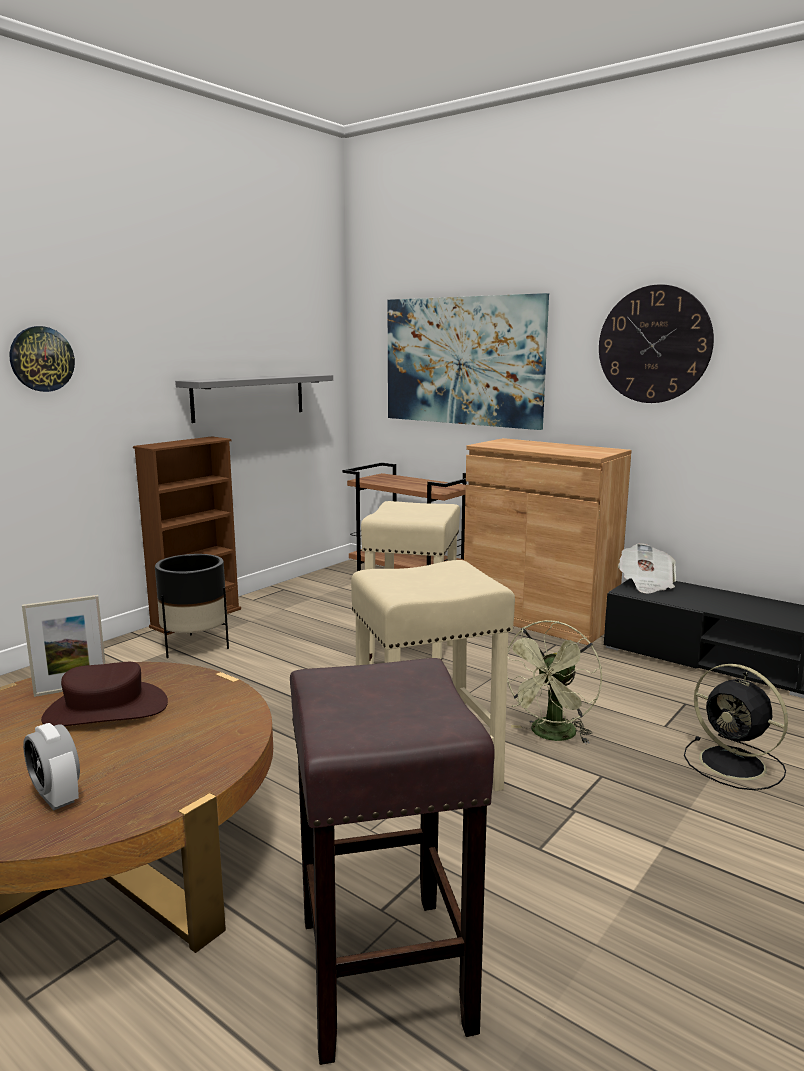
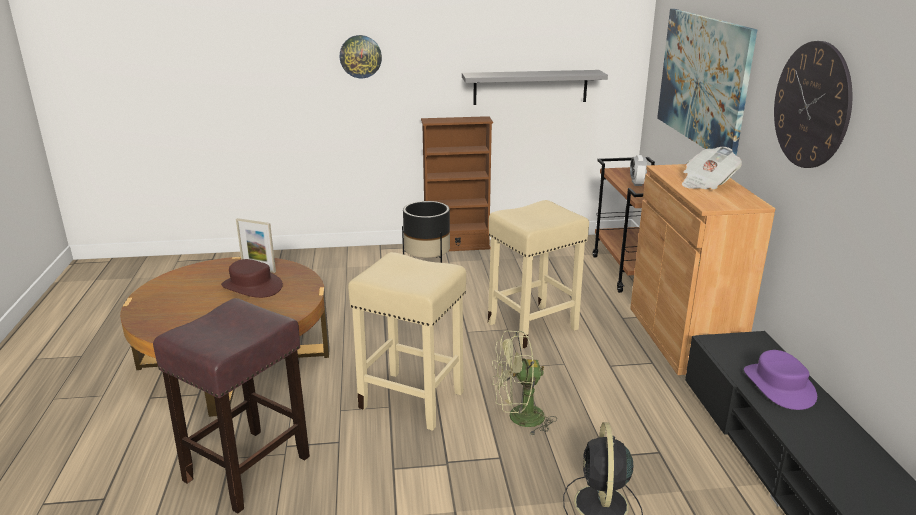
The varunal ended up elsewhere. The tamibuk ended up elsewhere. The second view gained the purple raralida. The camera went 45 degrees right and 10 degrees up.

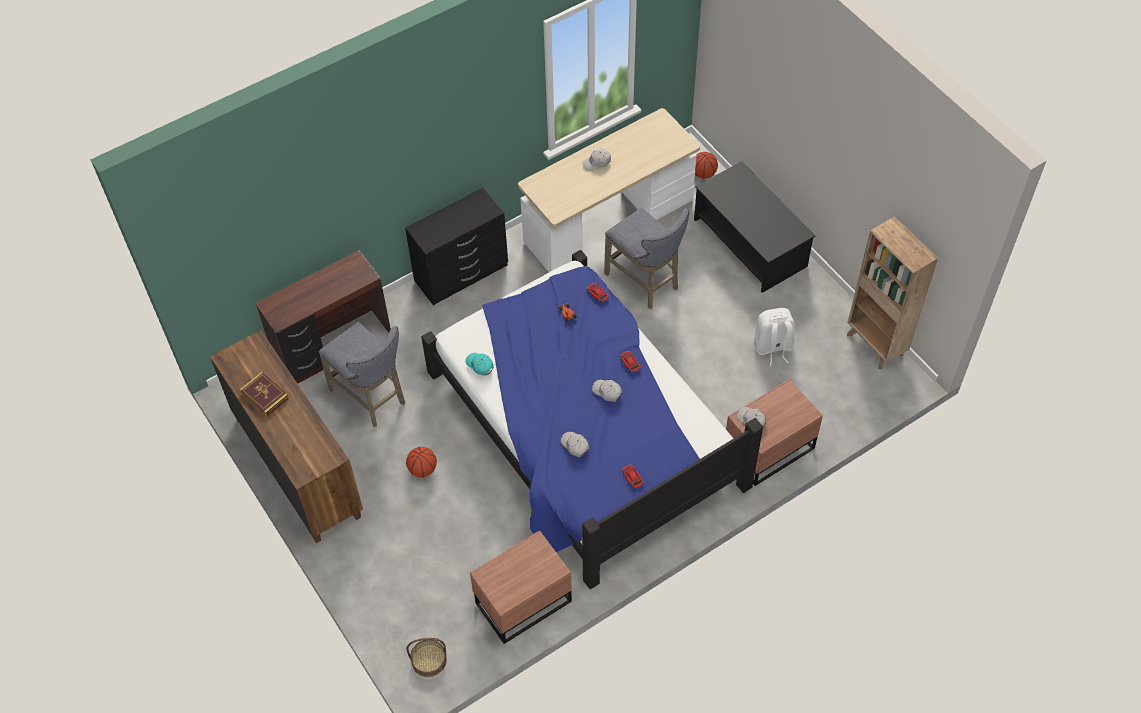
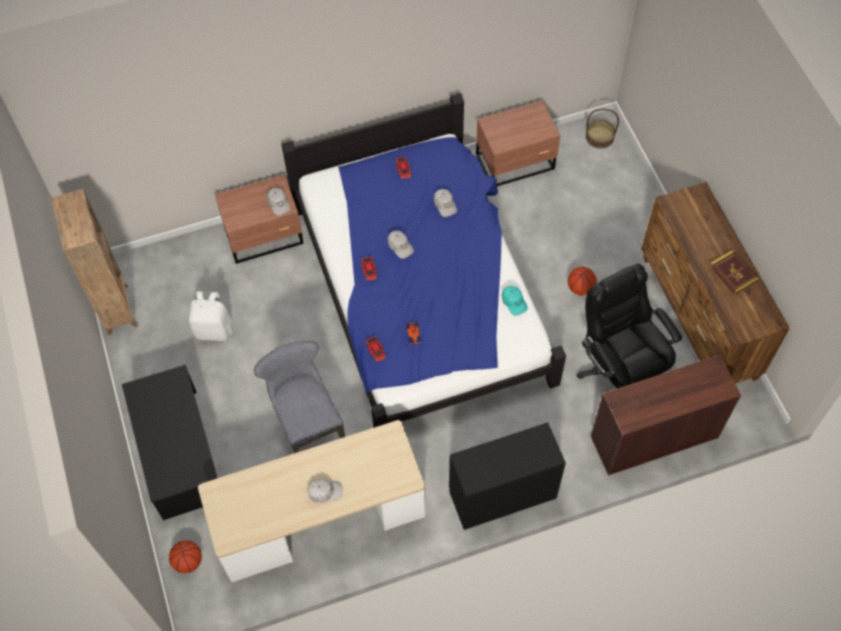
Where the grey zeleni (no. 1 from left) stood, the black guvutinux came to stand. The camera went 165 degrees left and 5 degrees up.

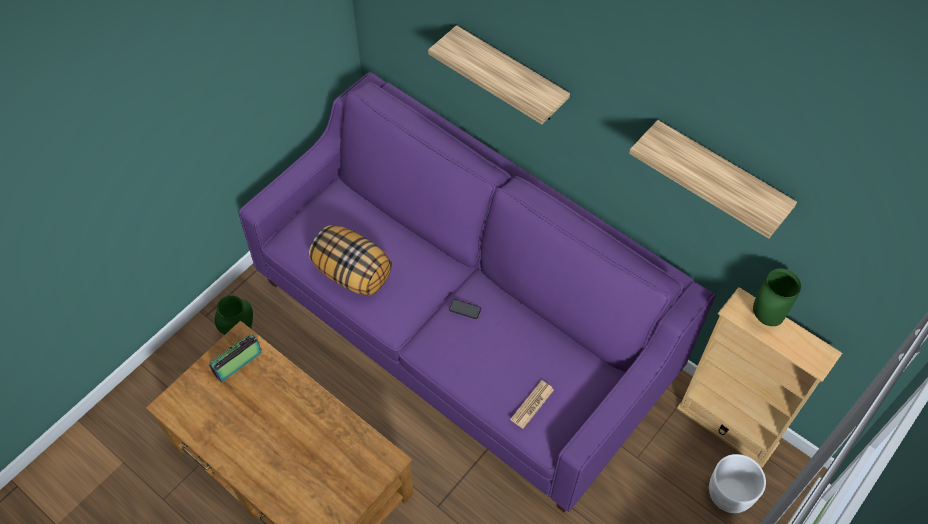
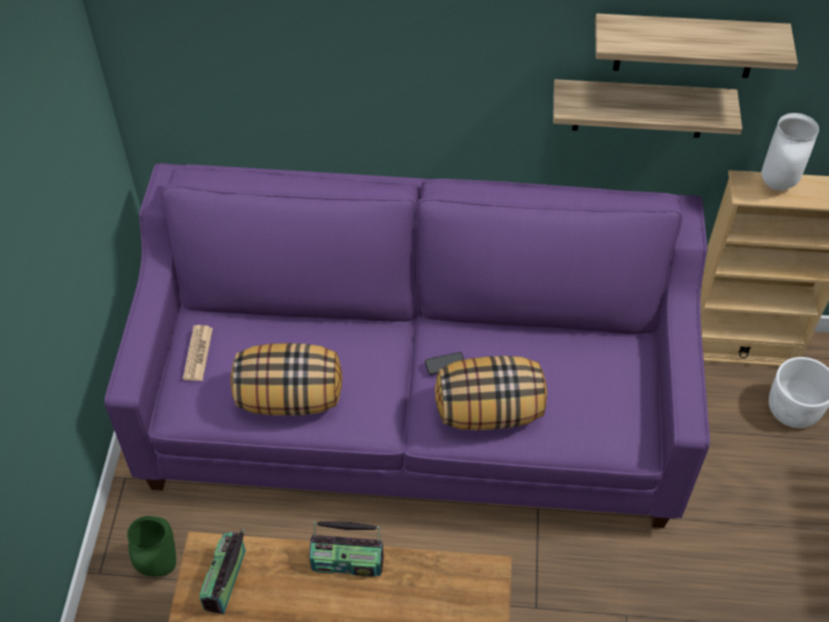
The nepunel (no. 1 from left) ended up elsewhere. The tamibuk ended up elsewhere. What was the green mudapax (no. 2 from left) turned into the white mudapax. The second view gained the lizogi (no. 2 from left). The second view gained the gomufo (no. 2 from left). The camera went 35 degrees left and 5 degrees down.

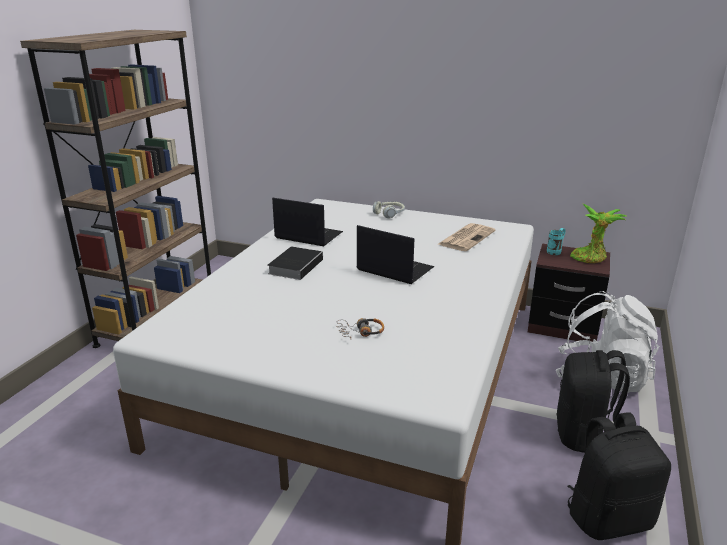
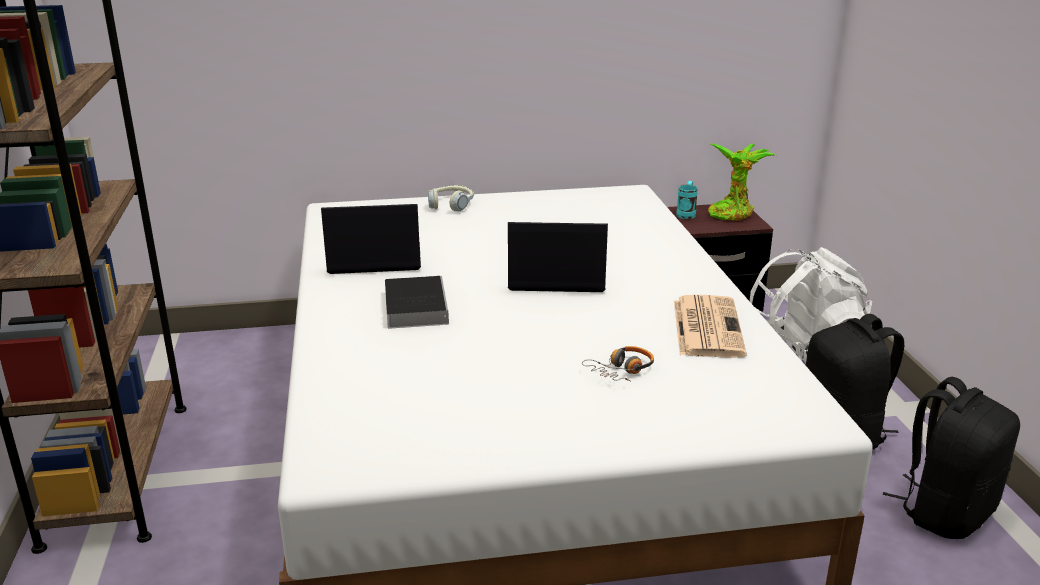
The tamibuk ended up elsewhere. The camera went 30 degrees left and 0 degrees up.

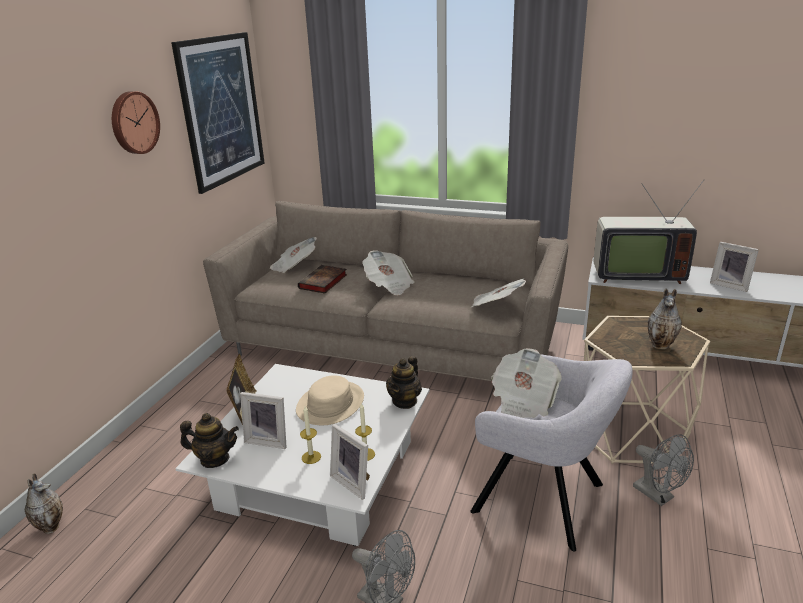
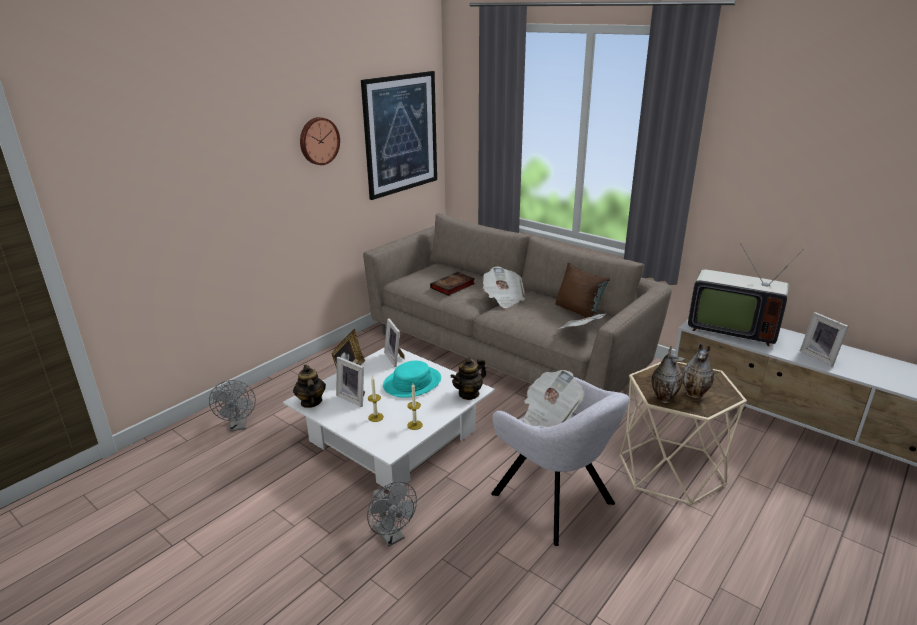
The mudapax (no. 1 from left) ended up elsewhere. The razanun (no. 1 from left) ended up facing another way, 135 degrees counterclockwise from before. The second view lost the tamibuk (no. 1 from left). What was the beige raralida turned into the turquoise raralida. The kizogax (no. 3 from left) ended up elsewhere. The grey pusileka (no. 2 from left in the first image) ended up elsewhere. The second view gained the brown gomufo. The camera went 20 degrees right and 0 degrees up.

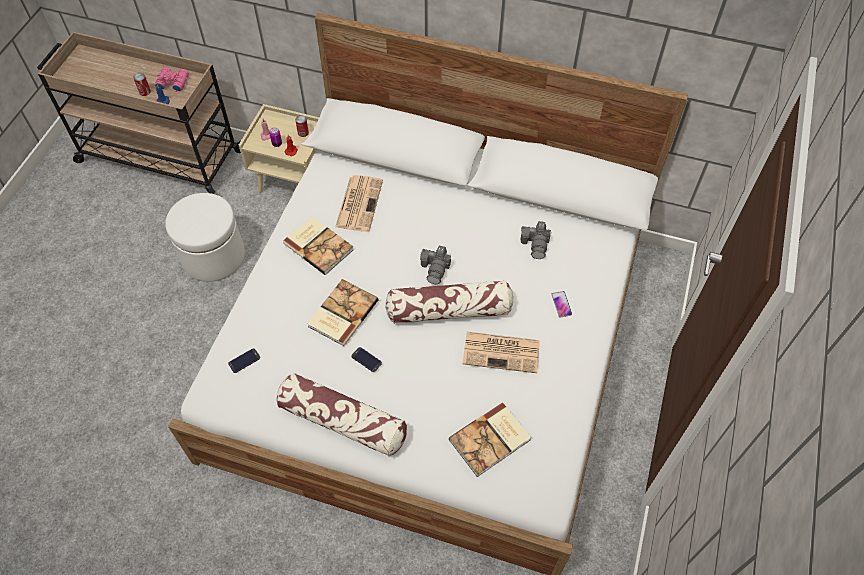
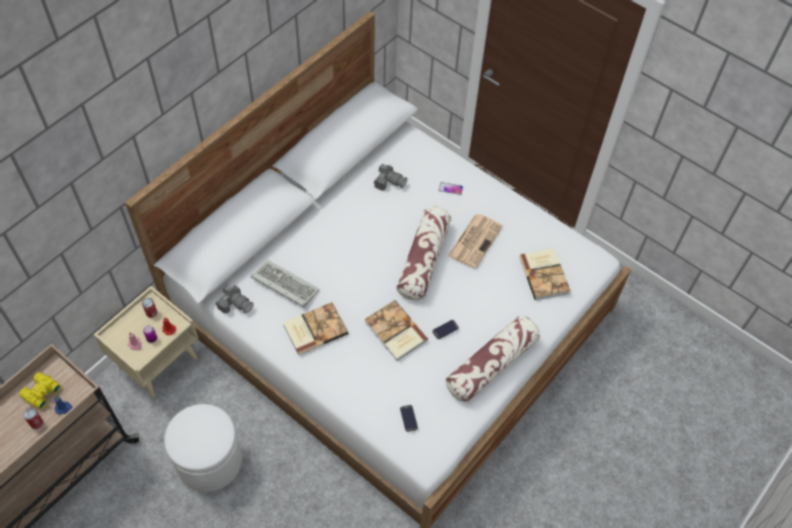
What was the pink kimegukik turned into the yellow kimegukik. Where the tamibuk (no. 1 from left) stood, the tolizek came to stand. The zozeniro (no. 1 from left) ended up elsewhere. The camera went 70 degrees left and 0 degrees up.

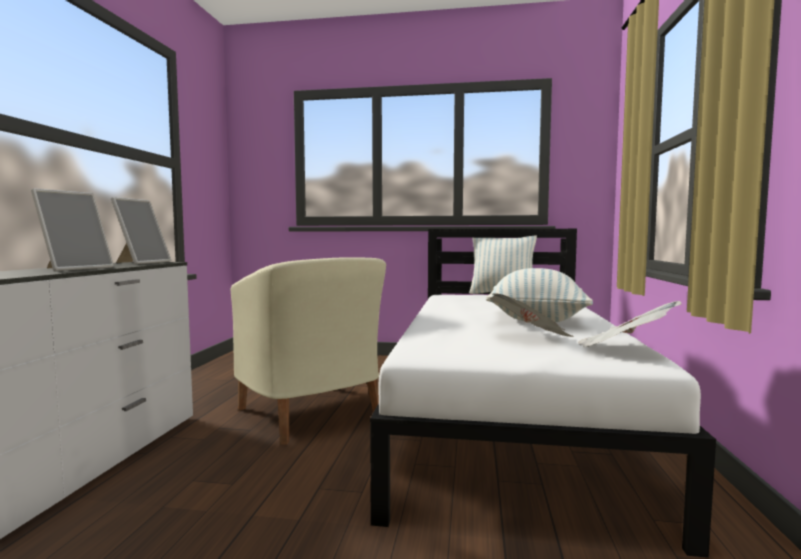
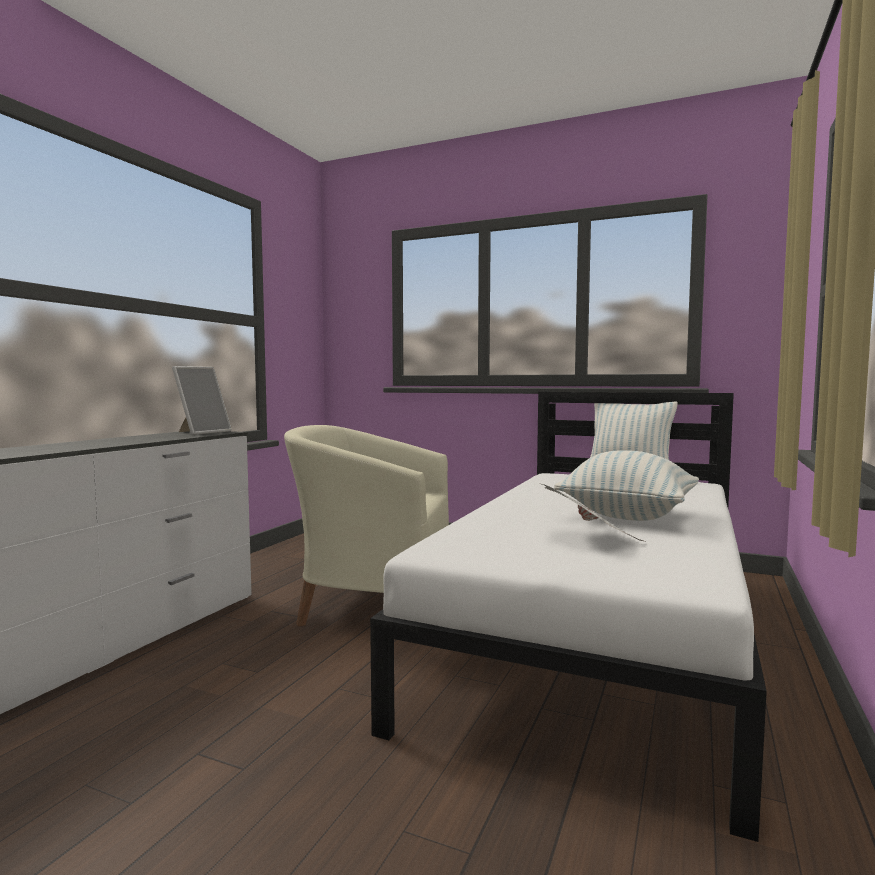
The second view lost the kizogax (no. 1 from left). The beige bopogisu ended up facing another way, 120 degrees clockwise from before. The second view lost the tamibuk (no. 2 from left). The camera went 15 degrees right and 0 degrees up.

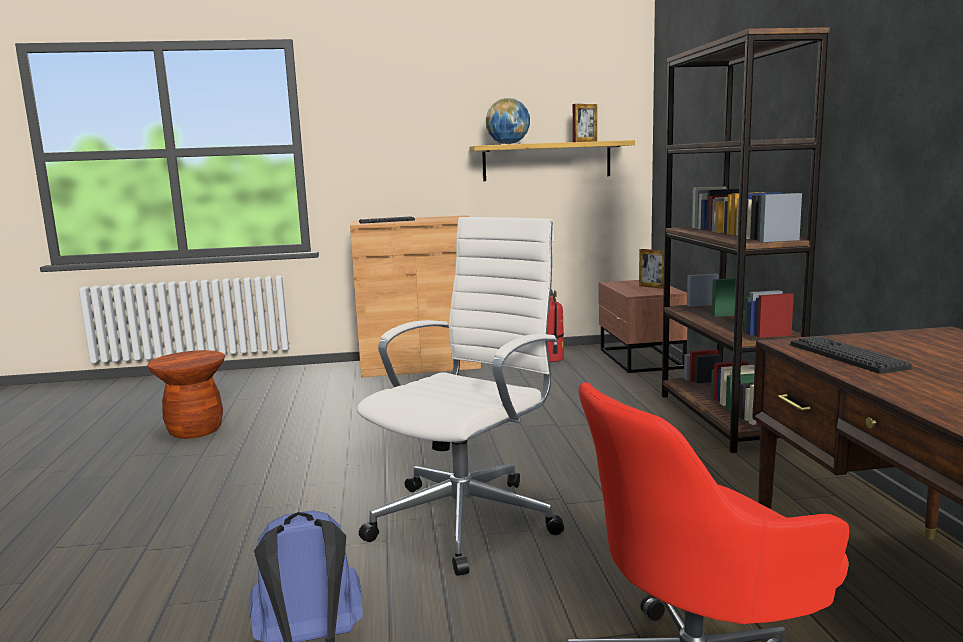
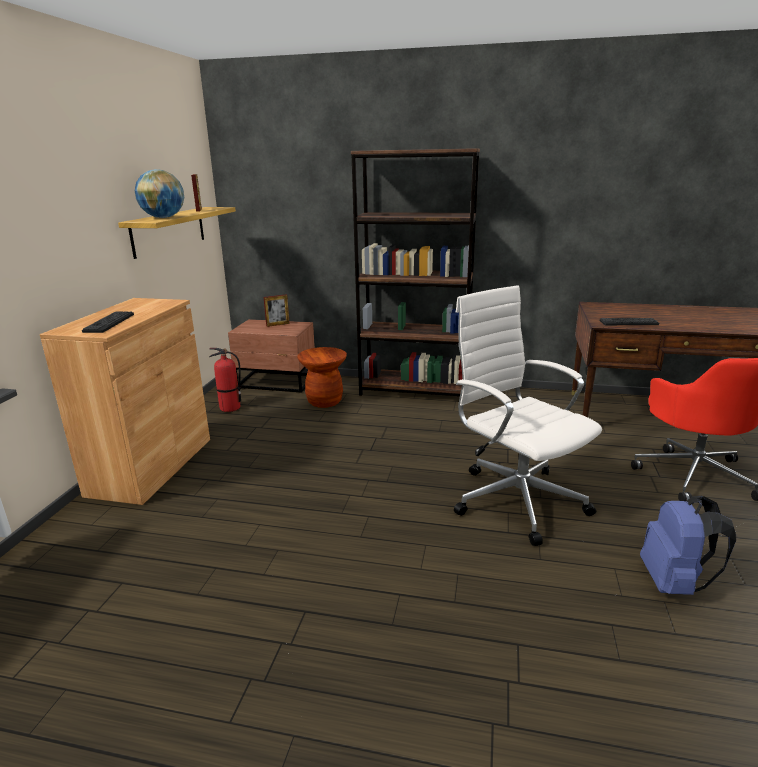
The brown zeleni ended up elsewhere. The camera went 70 degrees left and 10 degrees up.

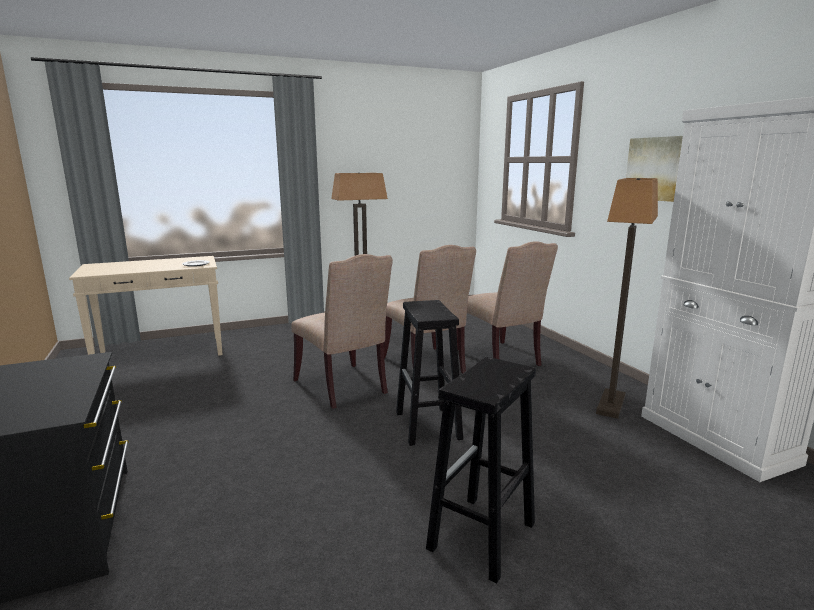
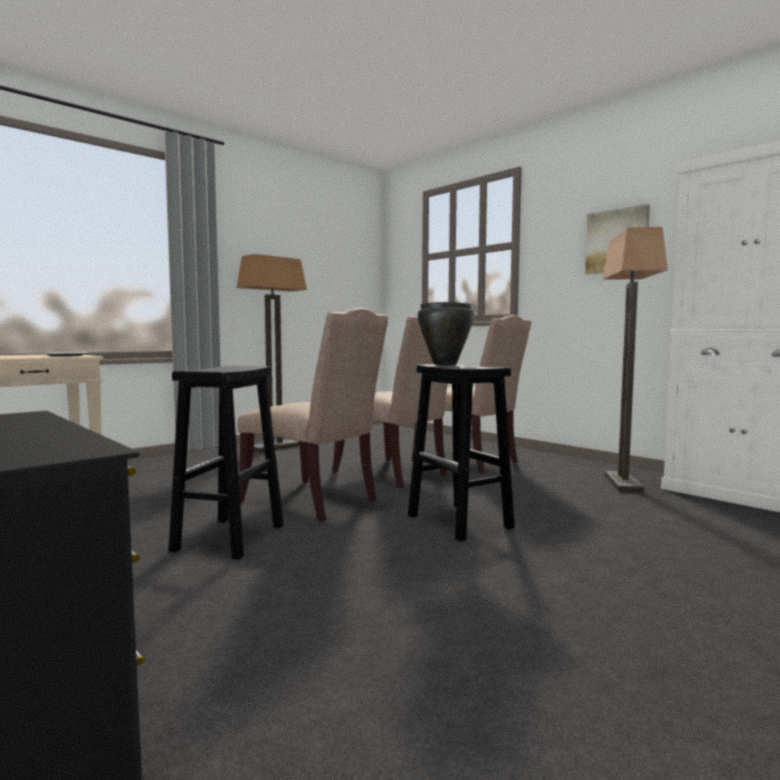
The black zeleni (no. 2 from left in the first image) ended up elsewhere. The second view gained the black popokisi. The camera went 20 degrees left and 10 degrees down.

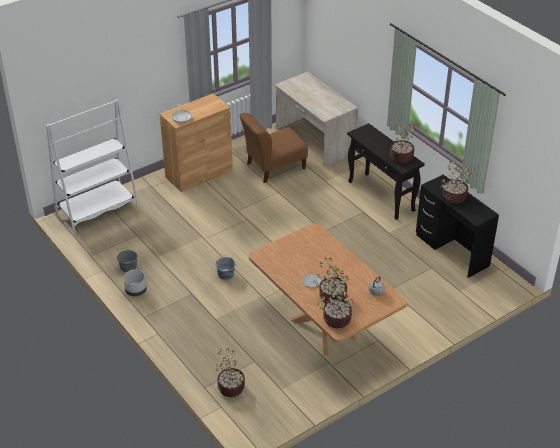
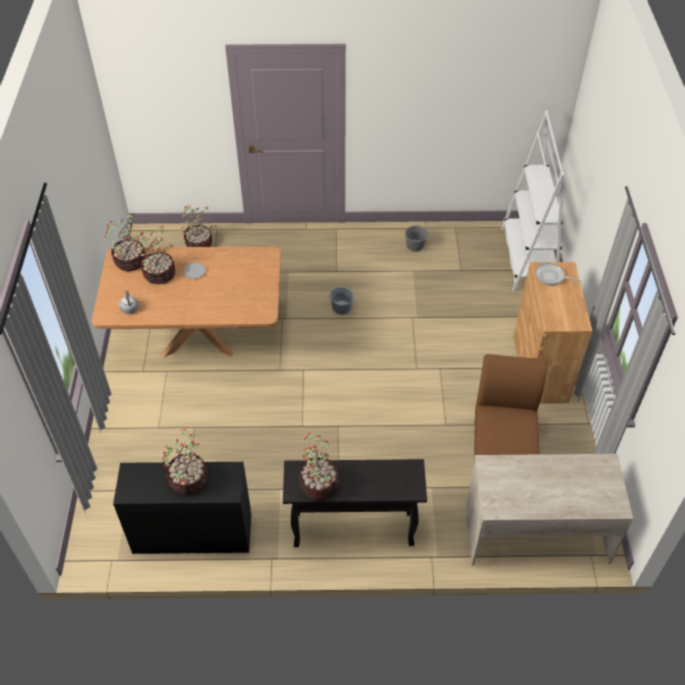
The second view lost the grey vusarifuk. The camera went 125 degrees right and 10 degrees up.

